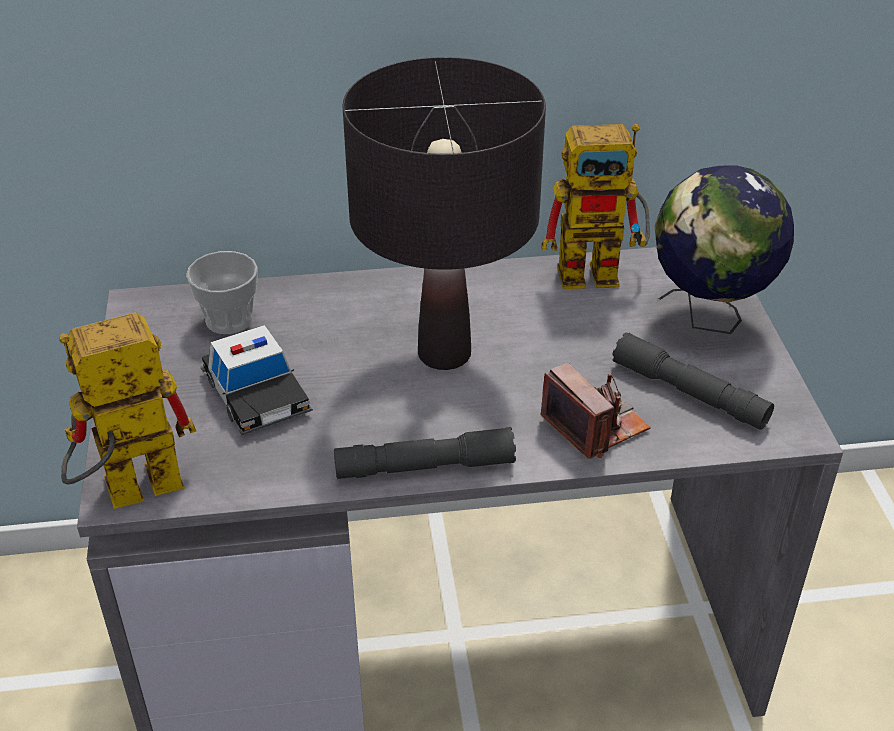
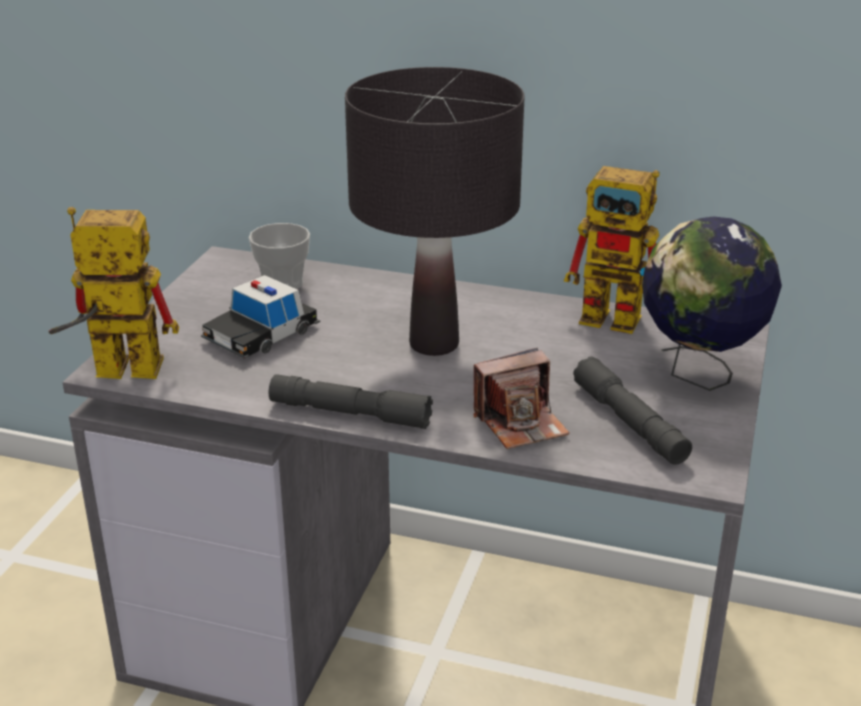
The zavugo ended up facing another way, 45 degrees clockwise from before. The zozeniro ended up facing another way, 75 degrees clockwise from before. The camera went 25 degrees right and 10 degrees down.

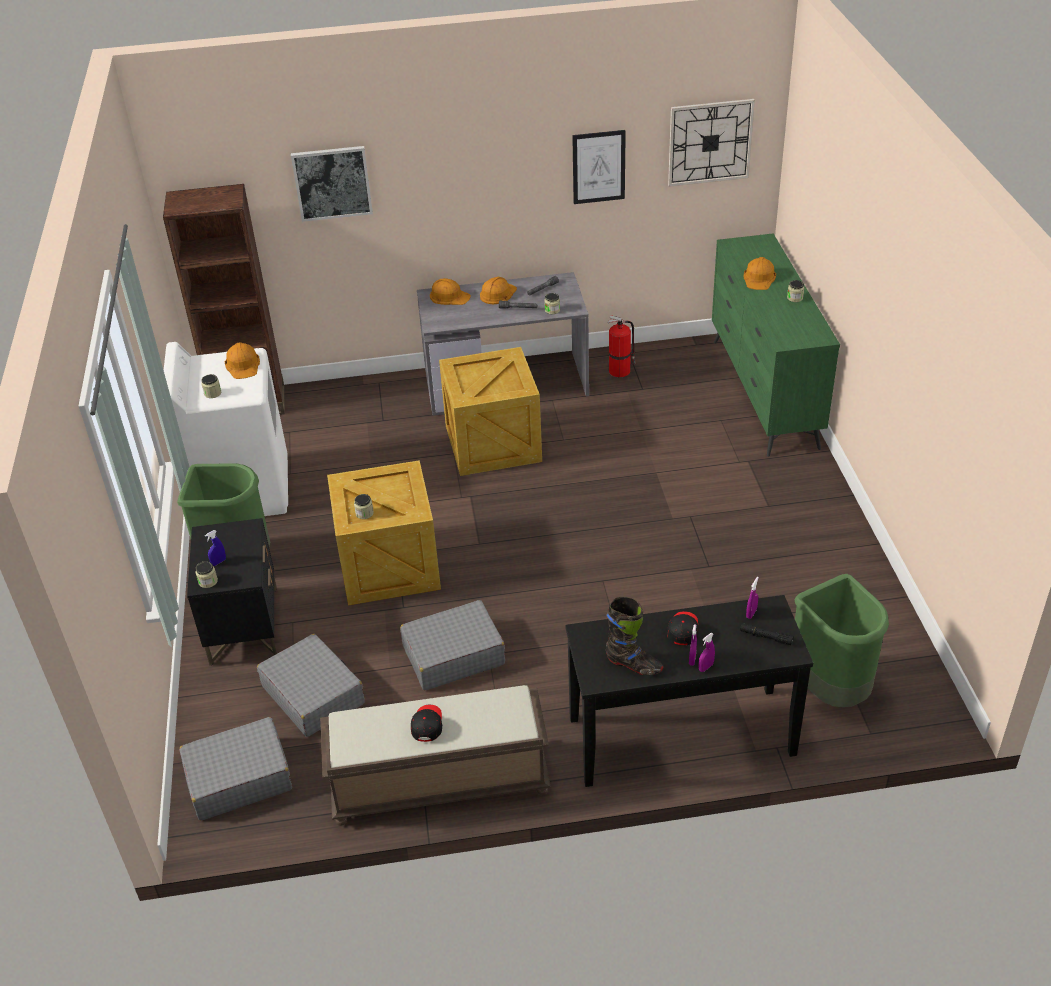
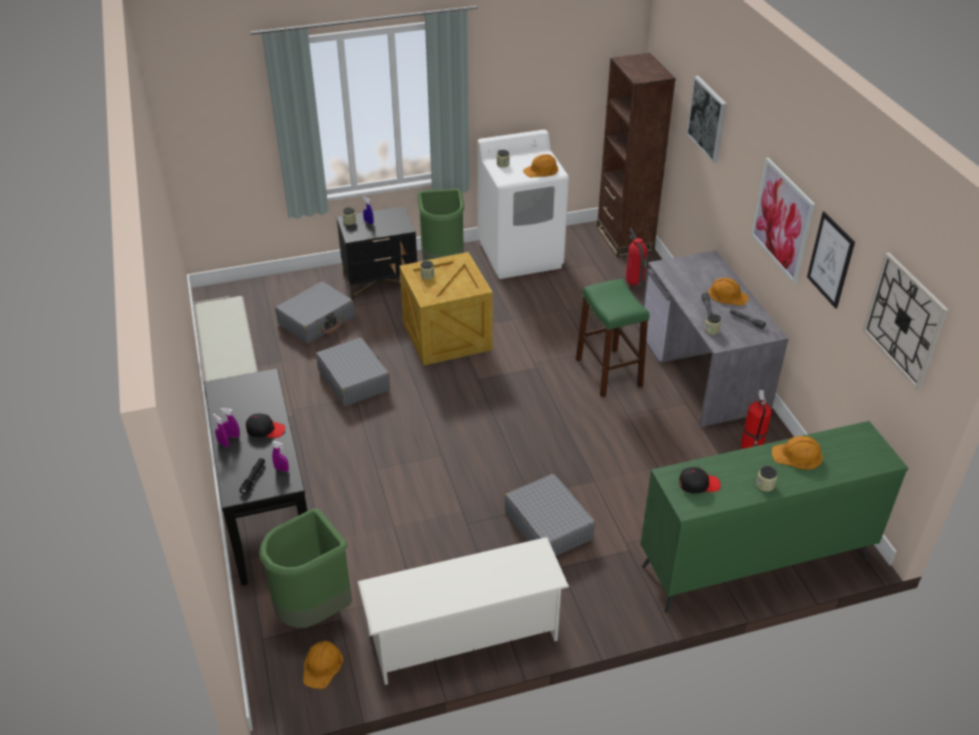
The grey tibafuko (no. 1 from left in the first image) ended up elsewhere. The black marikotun (no. 1 from left in the first image) ended up elsewhere. The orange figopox (no. 2 from left in the first image) ended up elsewhere. Where the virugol (no. 2 from left) stood, the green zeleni came to stand. The second view lost the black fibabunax. The second view gained the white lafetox. The second view gained the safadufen (no. 1 from left). The second view gained the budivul (no. 2 from left). The camera went 80 degrees right and 0 degrees up.

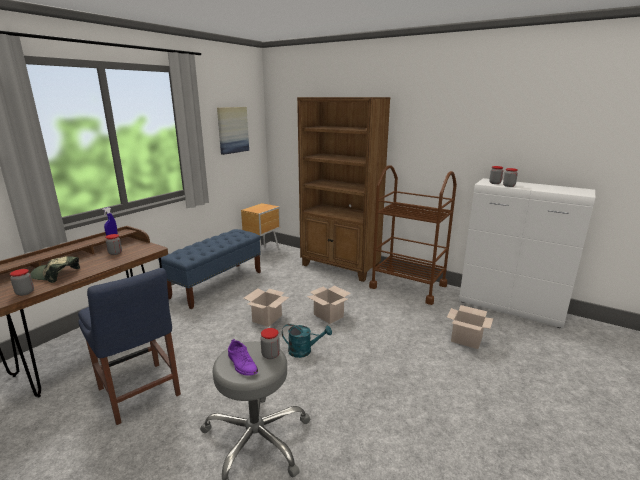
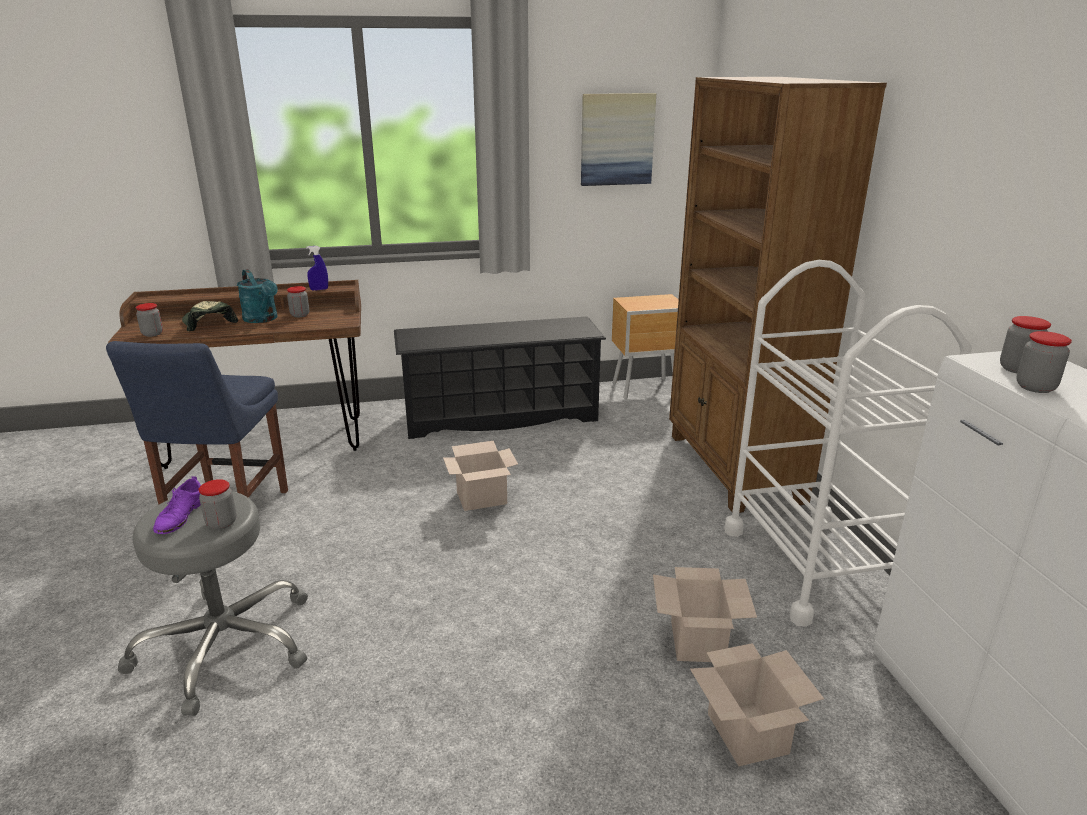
Where the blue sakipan stood, the black lafetox came to stand. The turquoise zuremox ended up elsewhere. The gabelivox (no. 2 from left) ended up elsewhere. What was the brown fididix turned into the white fididix. The camera went 45 degrees right and 5 degrees up.

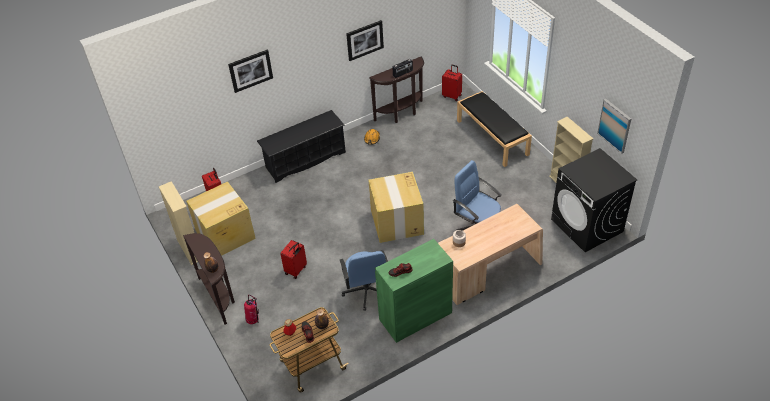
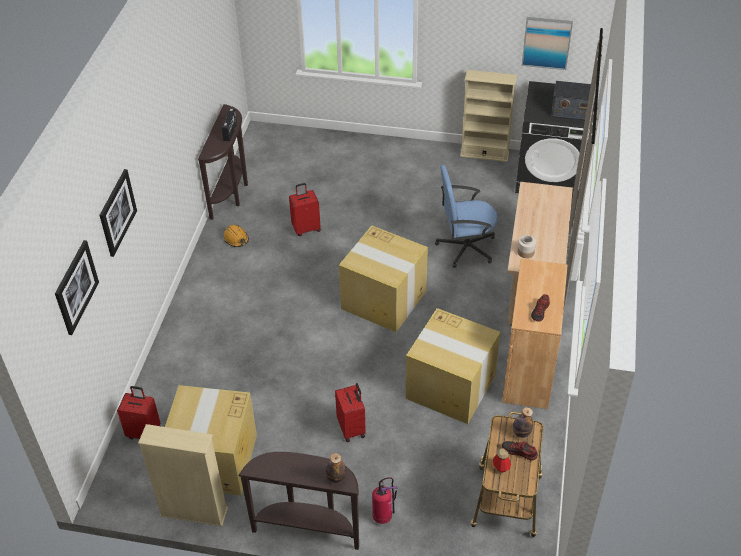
The second view lost the black lafetox. Where the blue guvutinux (no. 1 from left) stood, the gabelivox (no. 3 from left) came to stand. The budivul (no. 2 from left in the first image) ended up elsewhere. What was the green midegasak turned into the brown midegasak. The red tibafuko (no. 3 from left in the first image) ended up elsewhere. The second view lost the black sakipan. The second view gained the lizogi (no. 2 from left). The camera went 50 degrees left and 0 degrees up.

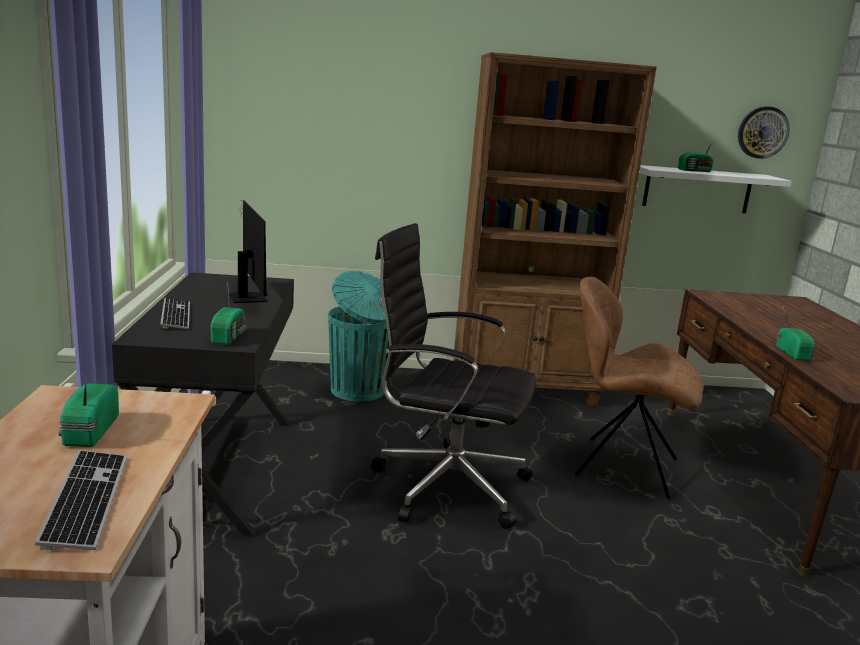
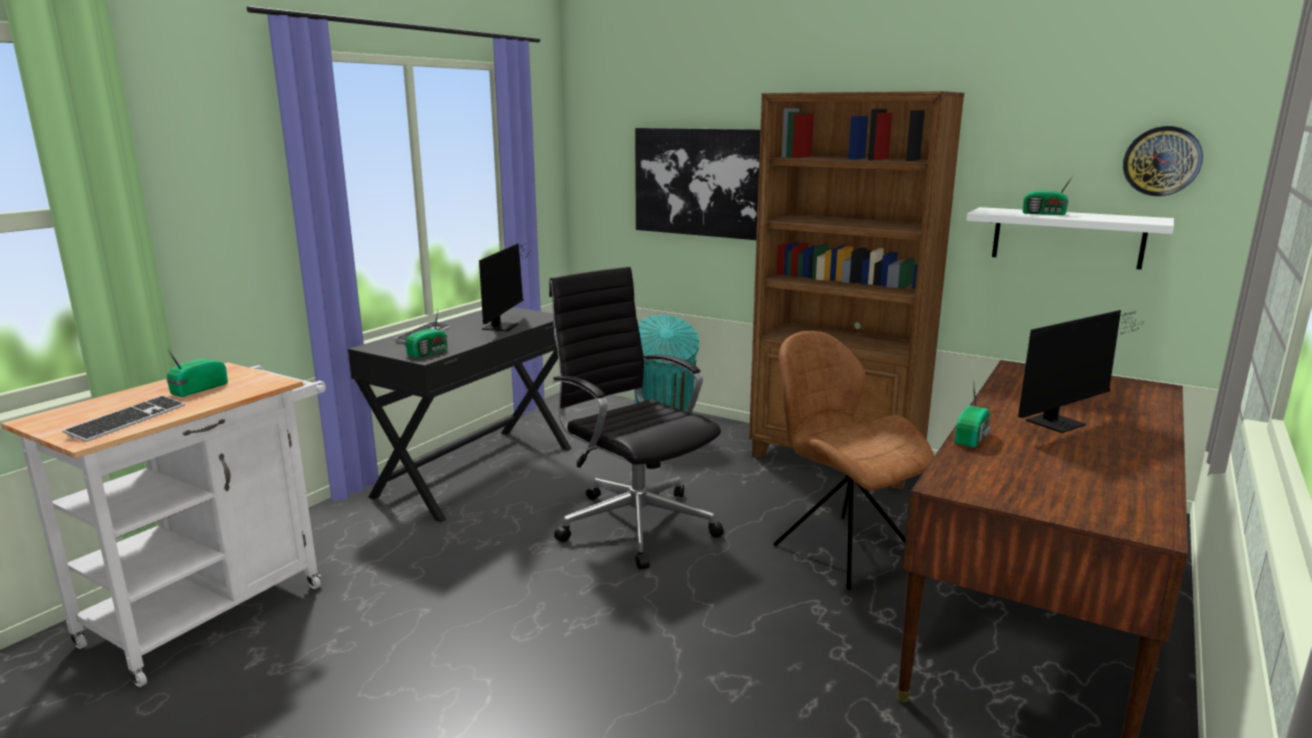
The second view gained the budivul. The second view gained the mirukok (no. 2 from left). The camera went 35 degrees right and 0 degrees up.

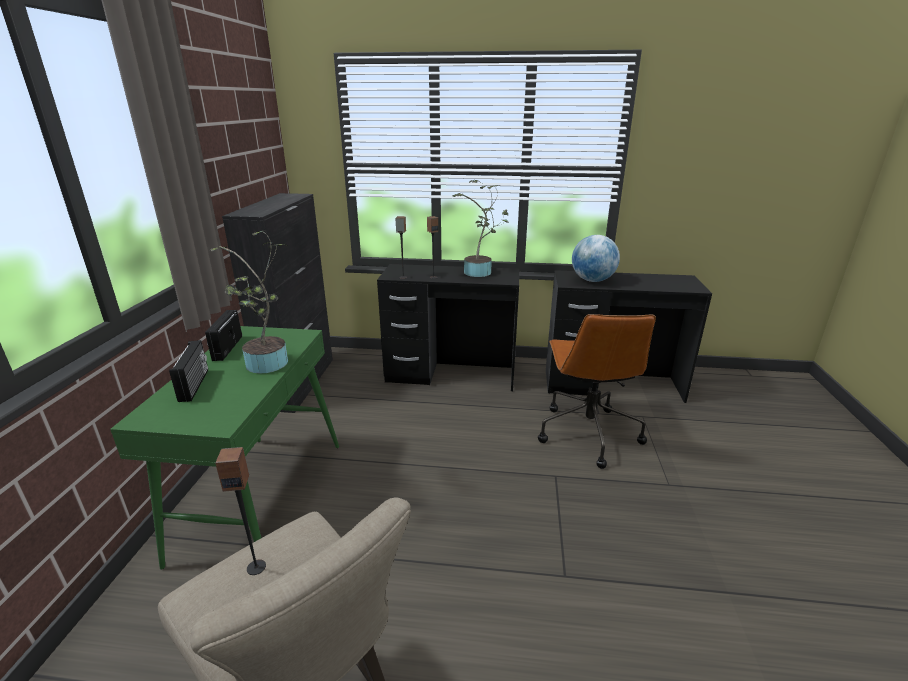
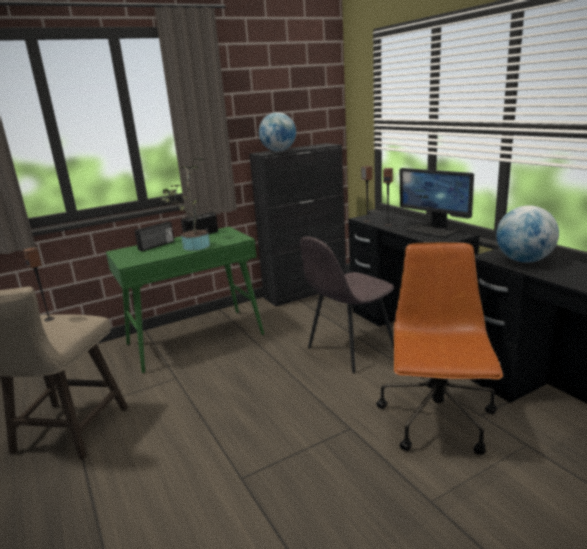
Where the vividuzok (no. 2 from left) stood, the mirukok came to stand. The brown guvutinux ended up facing another way, 135 degrees clockwise from before. The second view gained the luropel (no. 1 from left). The second view gained the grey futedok. The camera went 55 degrees right and 5 degrees down.

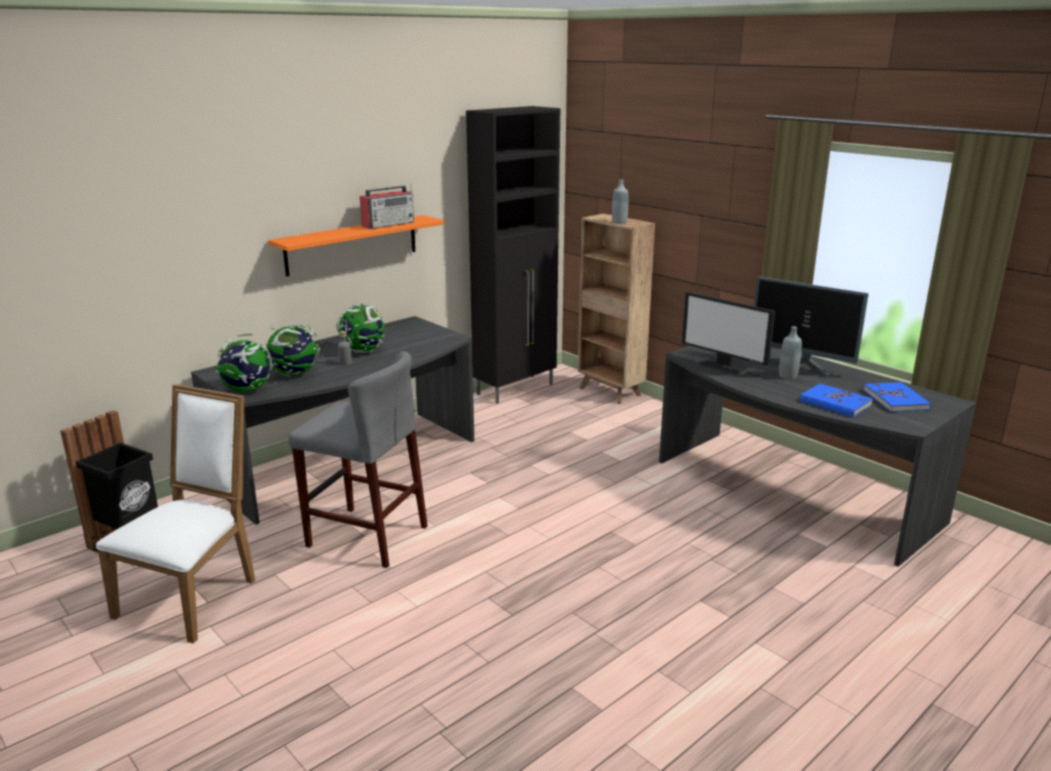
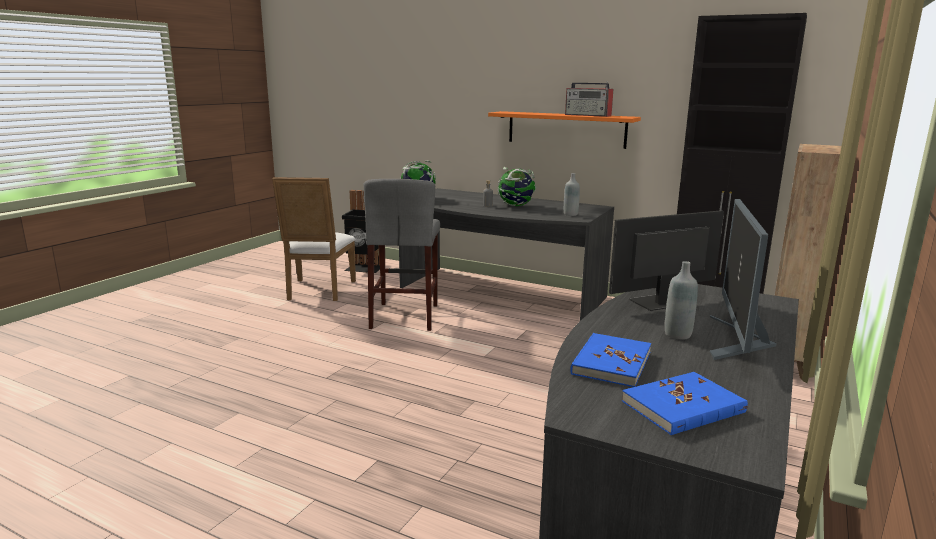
The white futedok ended up facing another way, 90 degrees clockwise from before. The second view lost the luropel (no. 2 from left). The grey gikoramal (no. 2 from left) ended up elsewhere. The mirukok (no. 1 from left) ended up facing another way, 45 degrees clockwise from before. The camera went 70 degrees right and 5 degrees down.

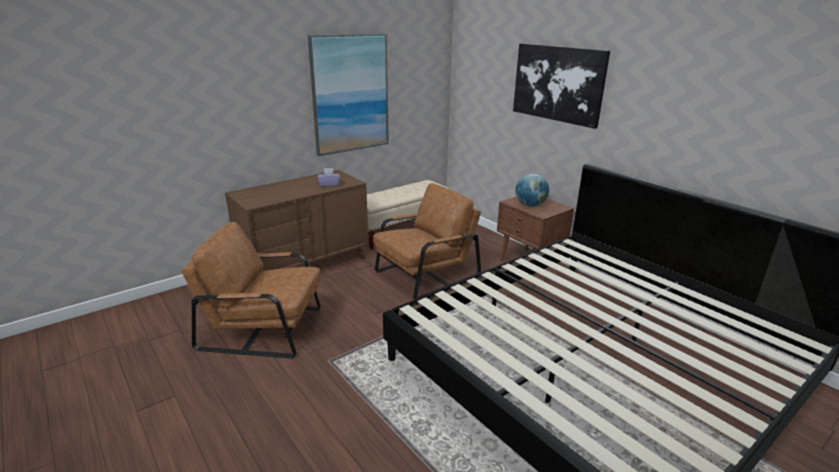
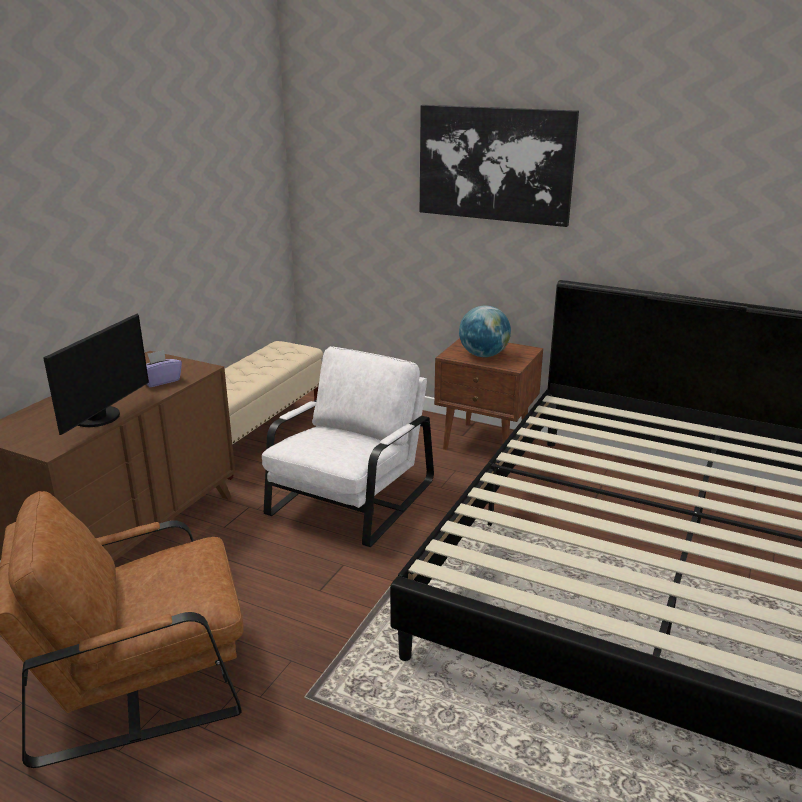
The second view lost the budivul (no. 1 from left). What was the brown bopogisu (no. 2 from left) turned into the white bopogisu. The second view gained the mirukok. The camera went 25 degrees left and 0 degrees up.

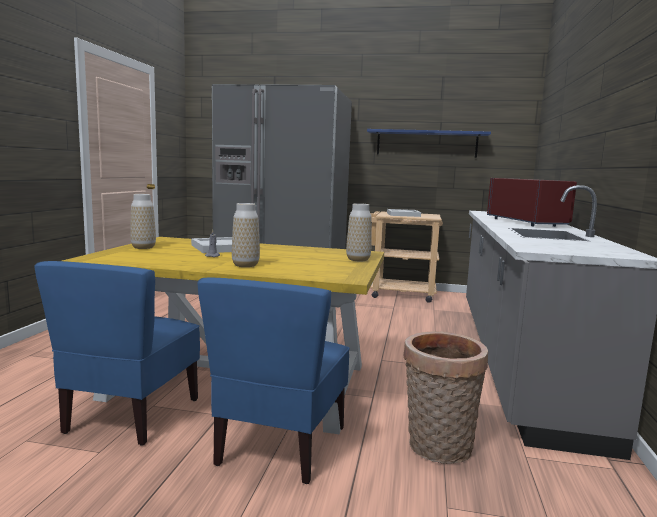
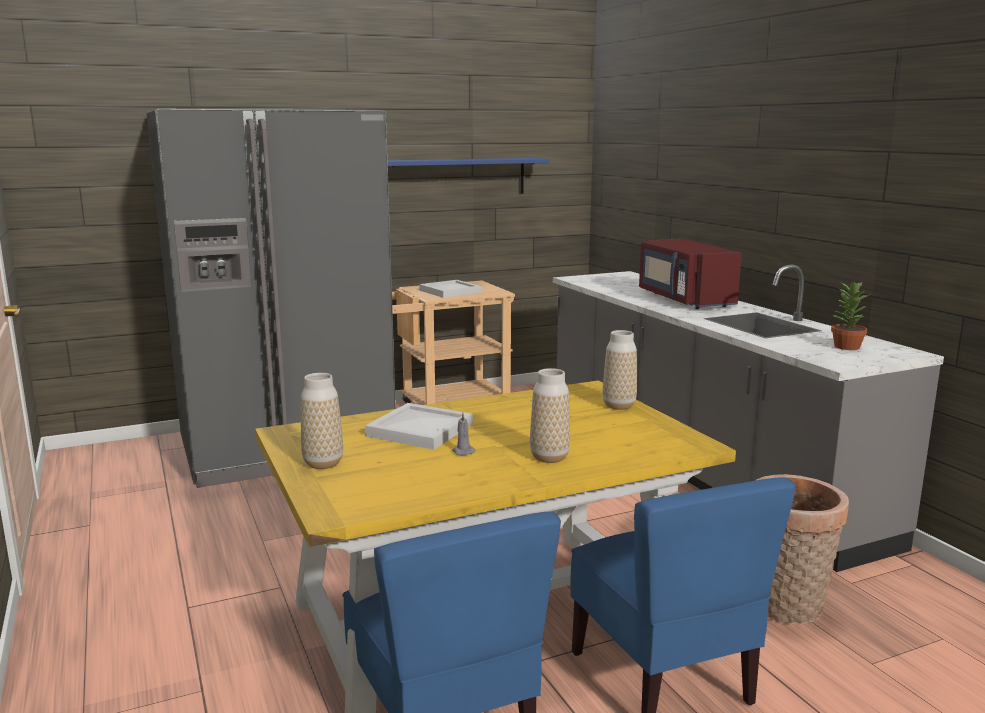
The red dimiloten ended up facing another way, 150 degrees counterclockwise from before. The second view gained the vividuzok. The camera went 35 degrees left and 5 degrees up.

